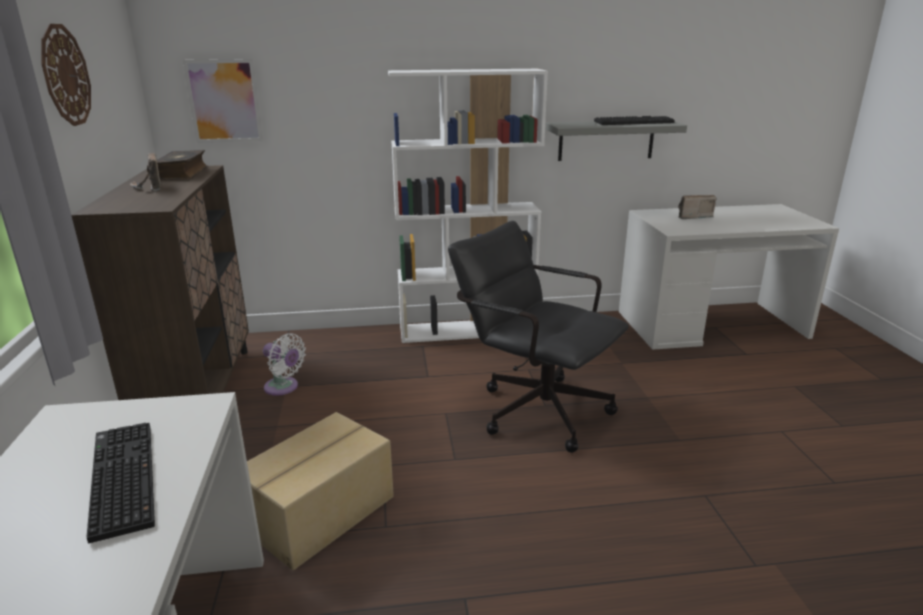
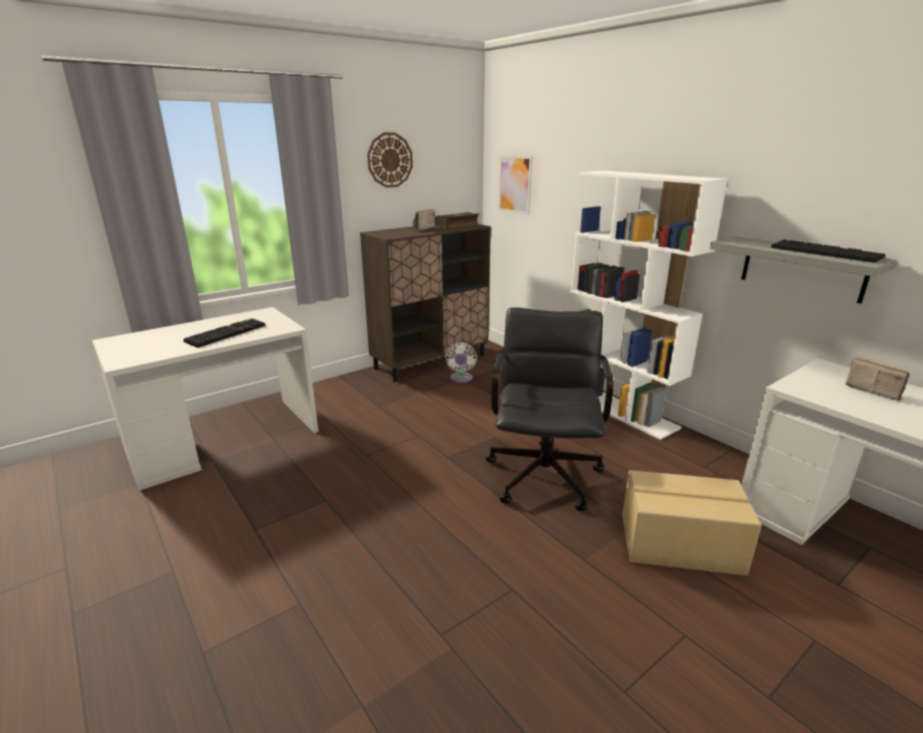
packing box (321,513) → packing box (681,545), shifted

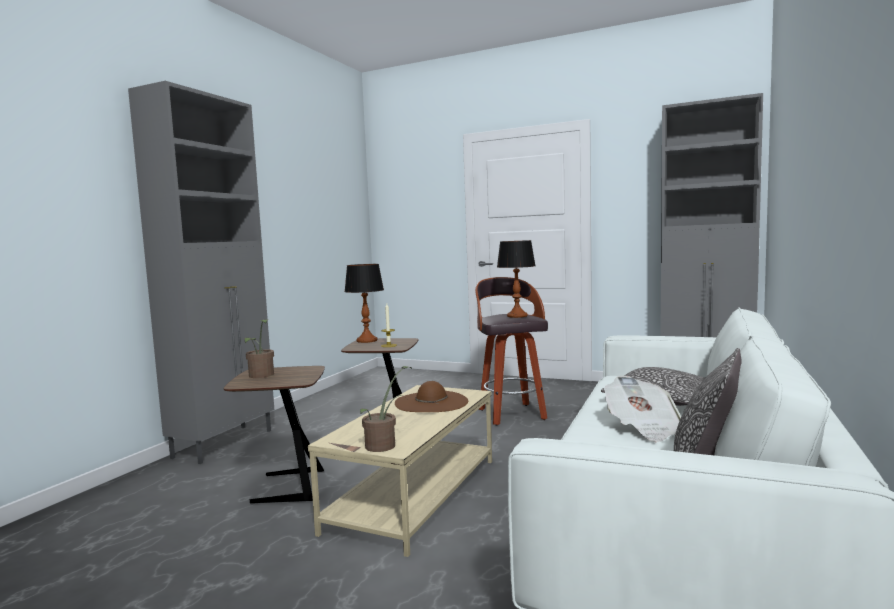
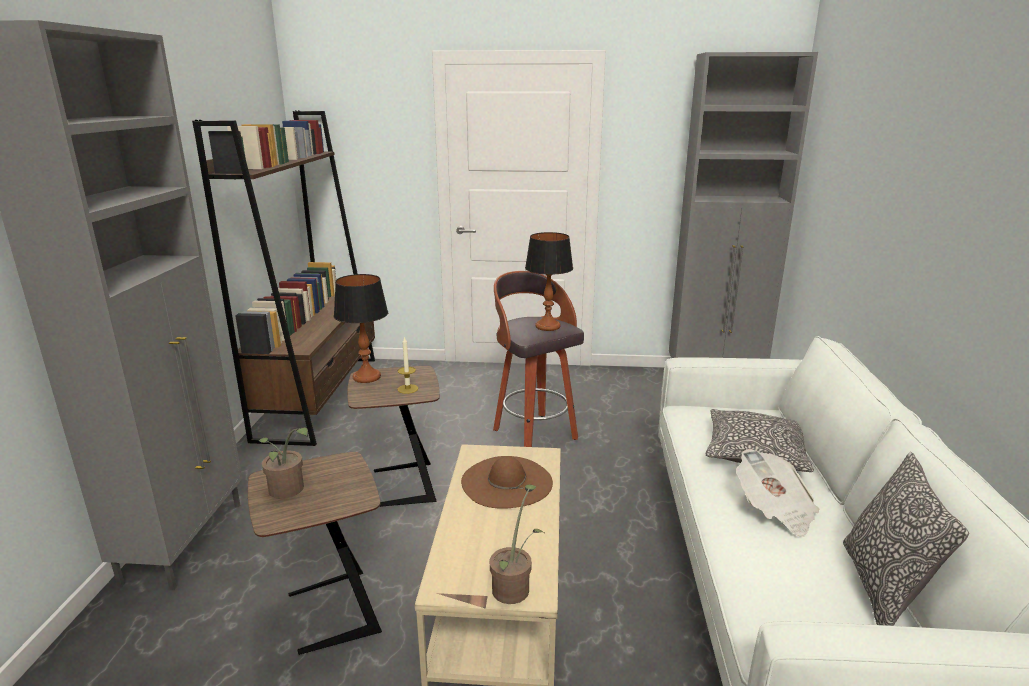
- → brown-coloured shelving unit (320,396)

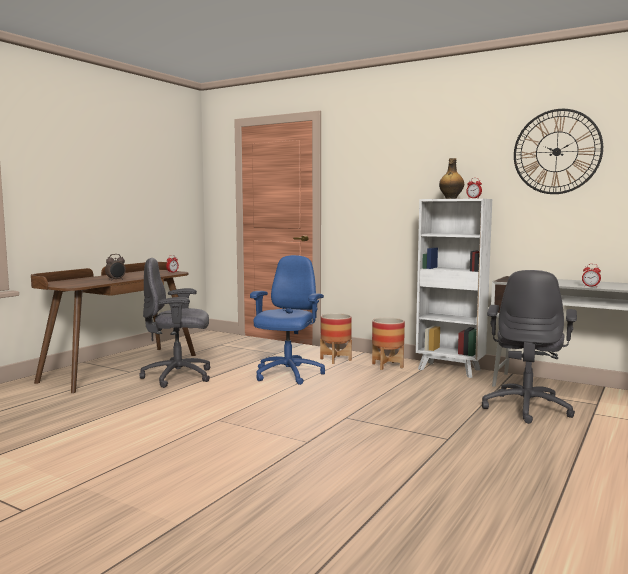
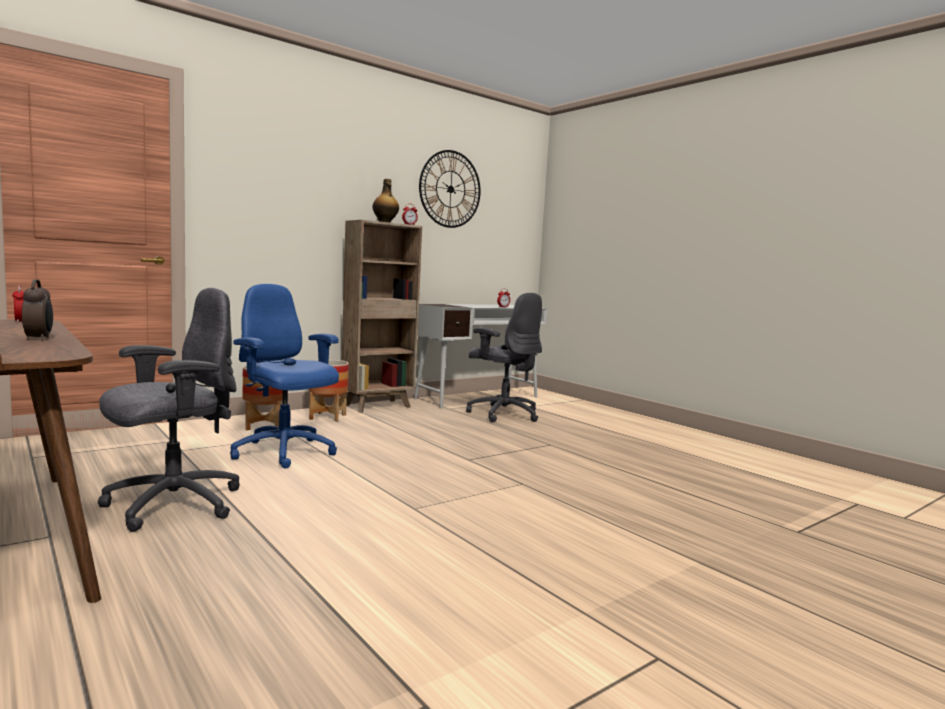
white-coloured shelving unit (450,370) → brown-coloured shelving unit (378,406)
greyish desk chair (179,377) → greyish desk chair (171,505), 150 degrees counterclockwise

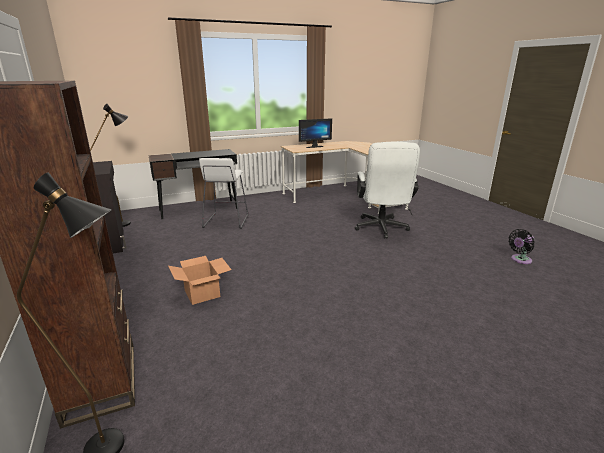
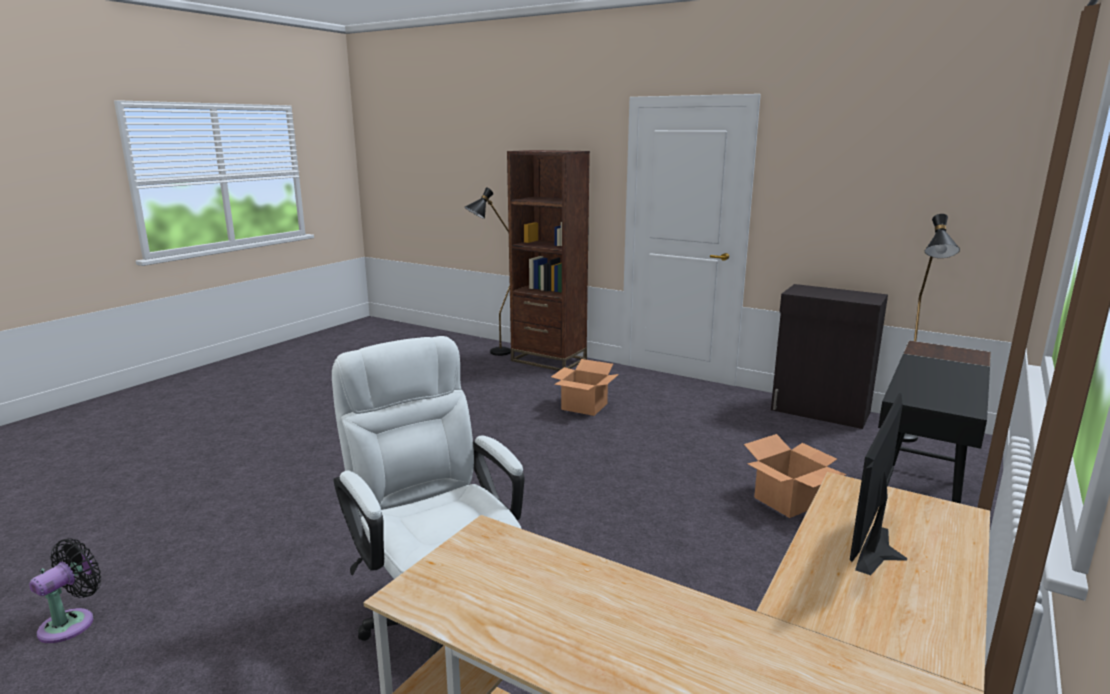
white-coloured stool (226,221) → packing box (788,500)

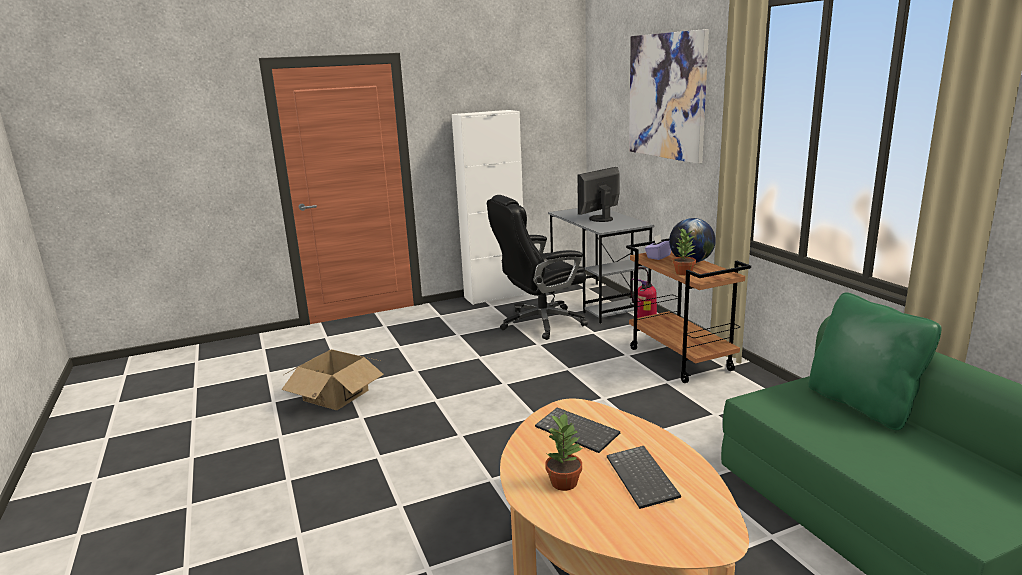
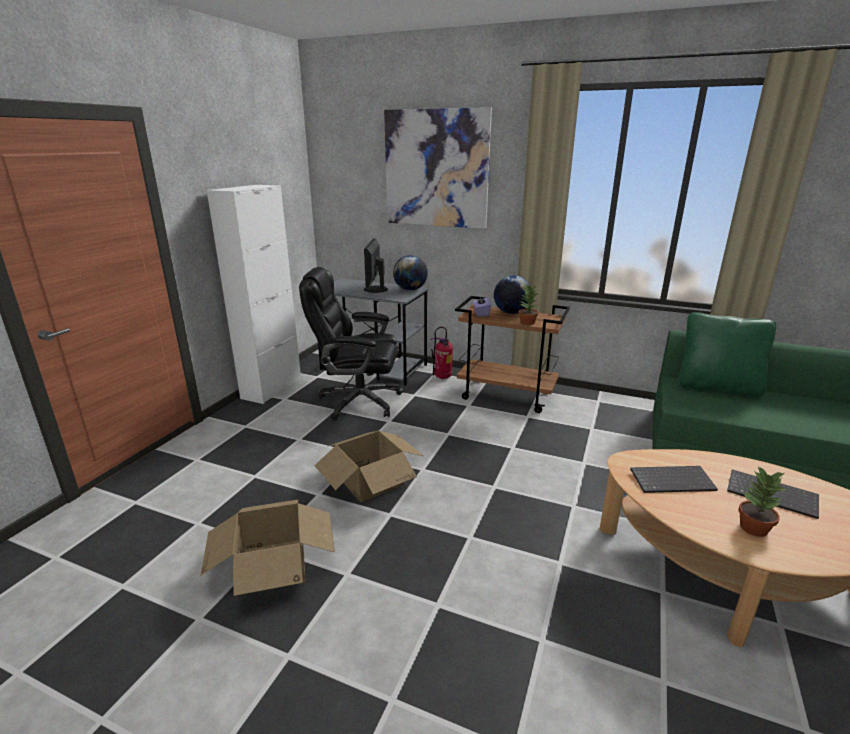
black desk chair (540,323) → black desk chair (358,401), 75 degrees clockwise
- → desk globe (410,290)
- → packing box (371,481)

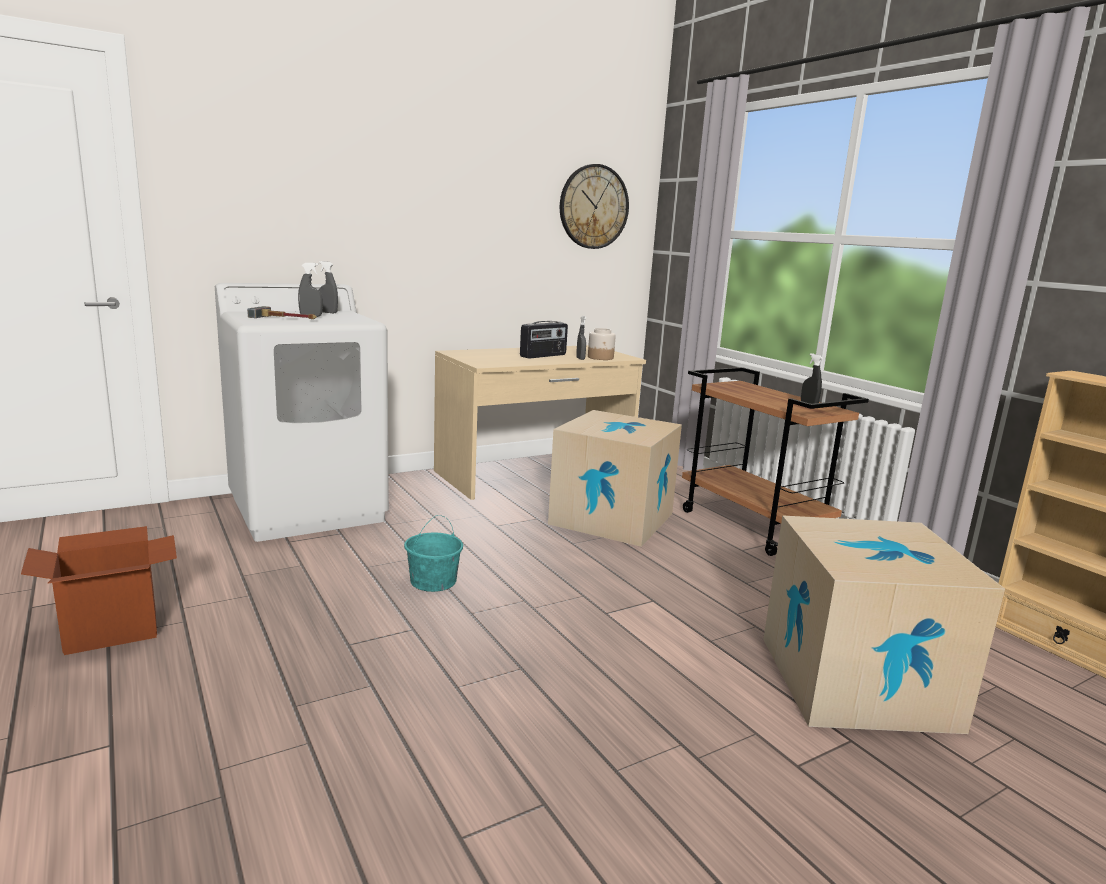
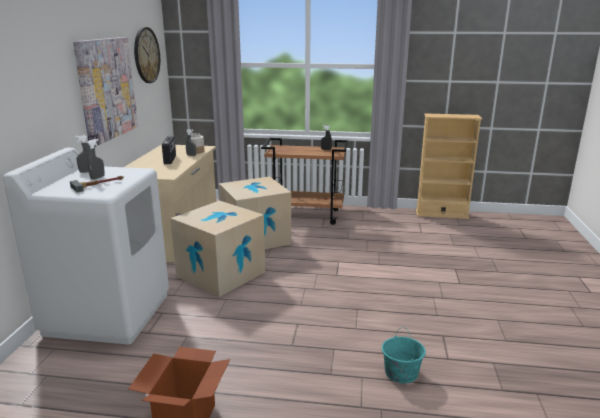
turquoise-coloured water bucket (433,581) → turquoise-coloured water bucket (401,372), shifted
packing box (856,682) → packing box (221,274), shifted
- → wall picture (106,89)

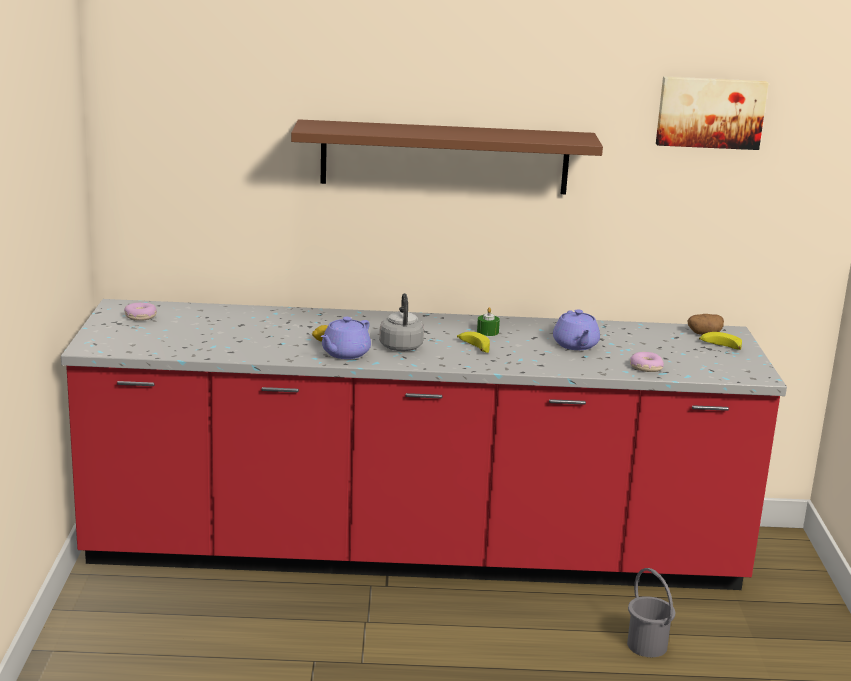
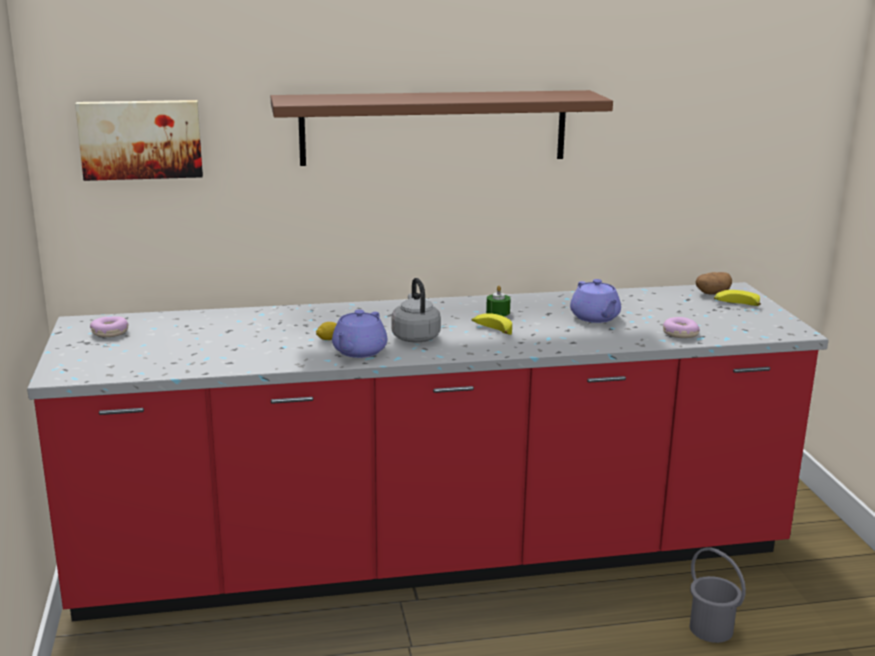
wall picture (710,112) → wall picture (141,139), shifted

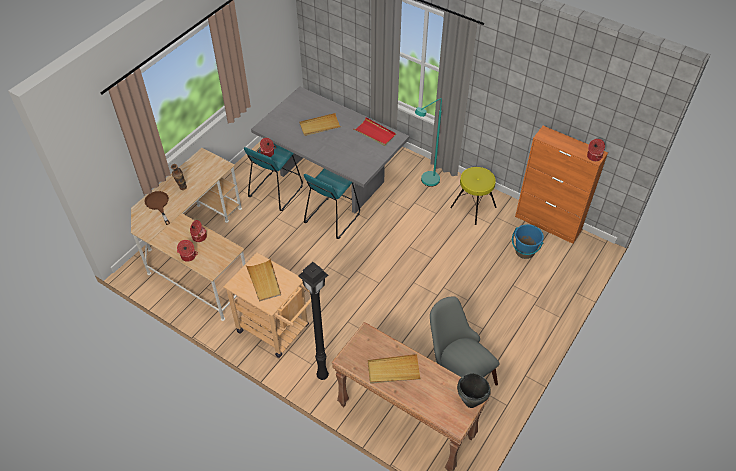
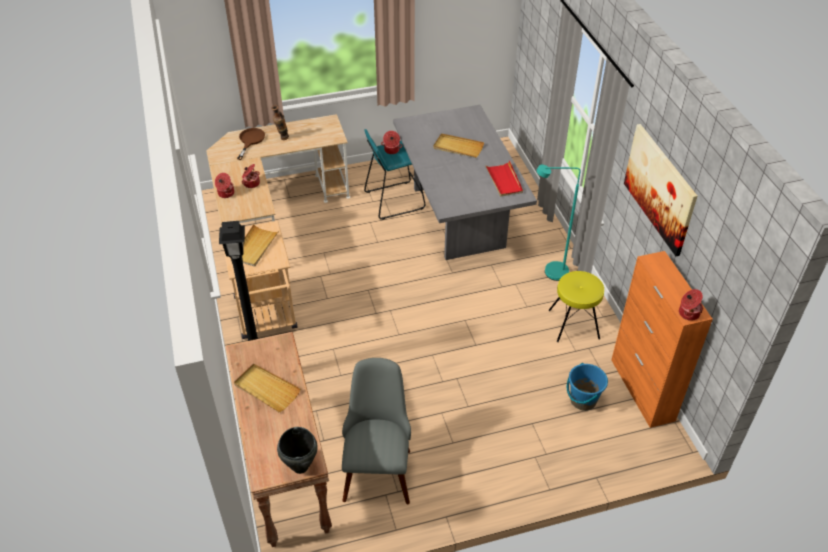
turquoise-coloured stool (332,218) → -
- → wall picture (660,188)

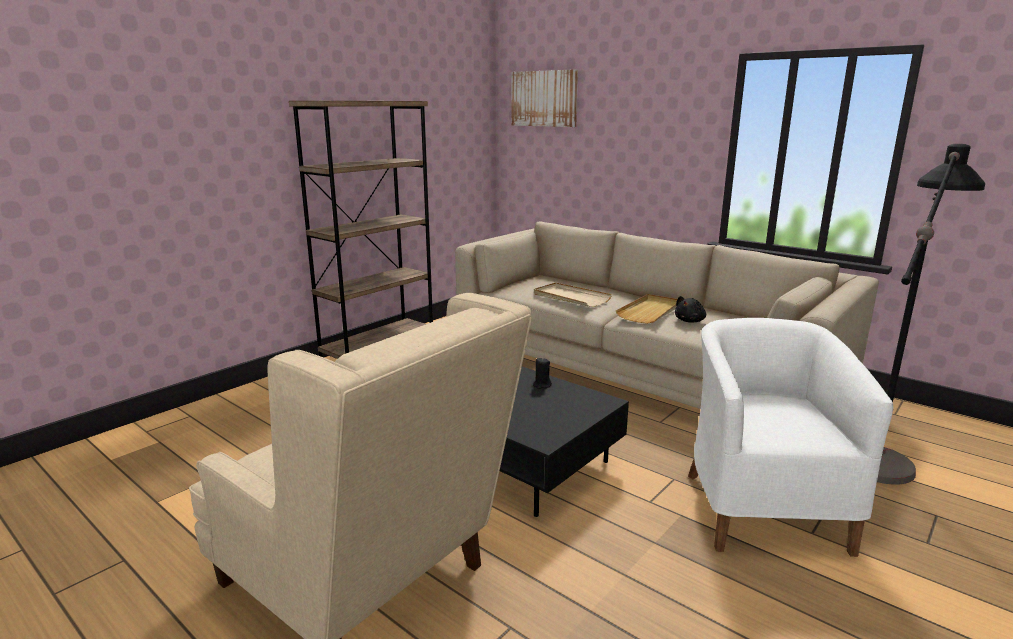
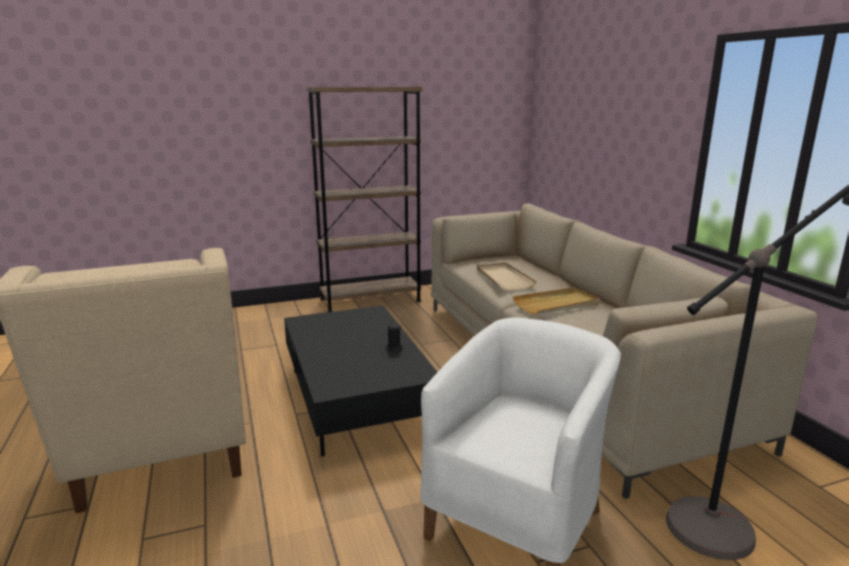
wall picture (544,98) → -
black plush toy (690,321) → -

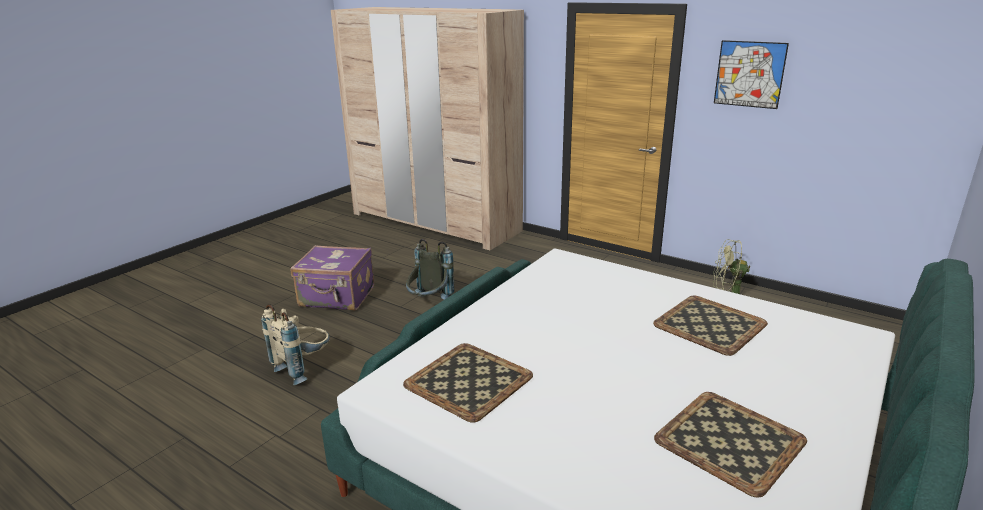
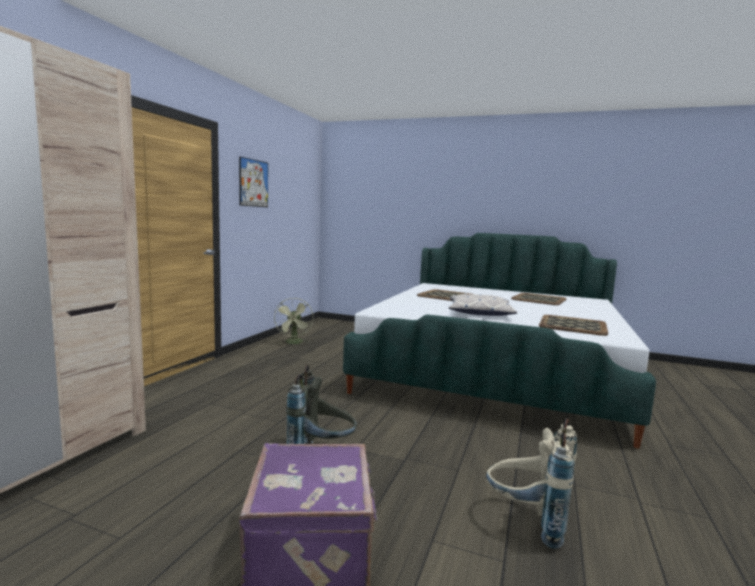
- → pillow (479,312)

